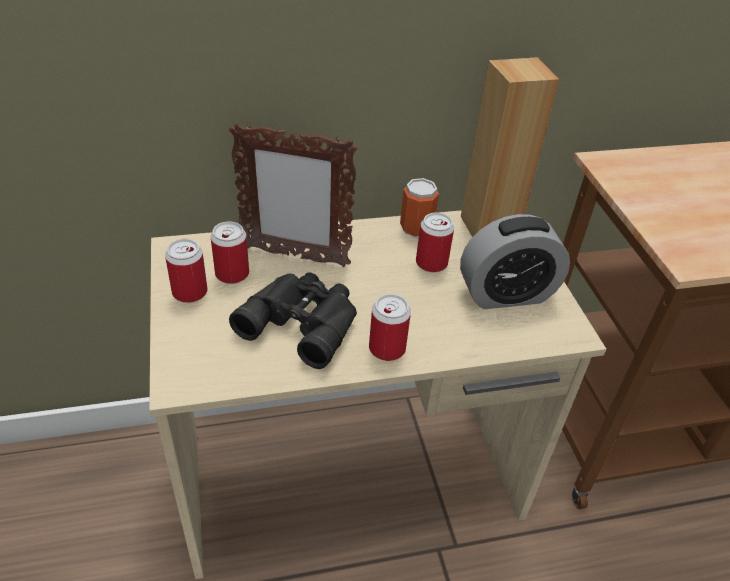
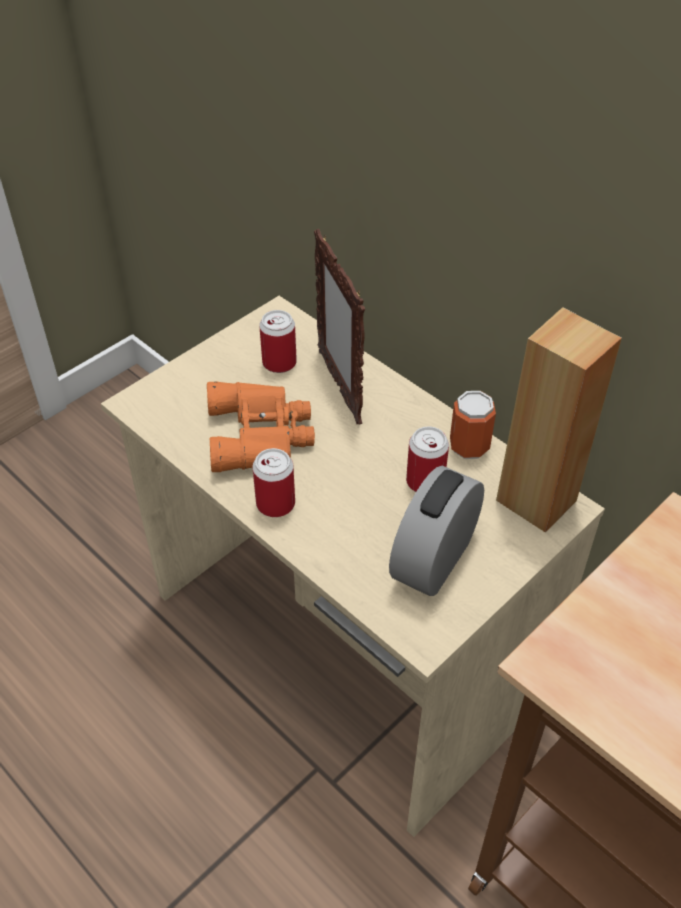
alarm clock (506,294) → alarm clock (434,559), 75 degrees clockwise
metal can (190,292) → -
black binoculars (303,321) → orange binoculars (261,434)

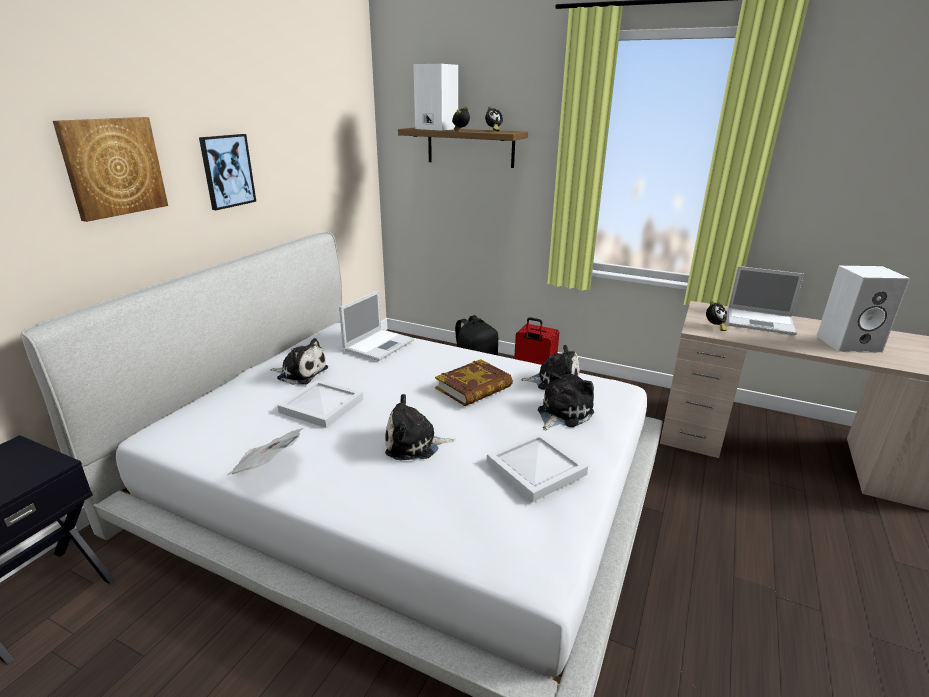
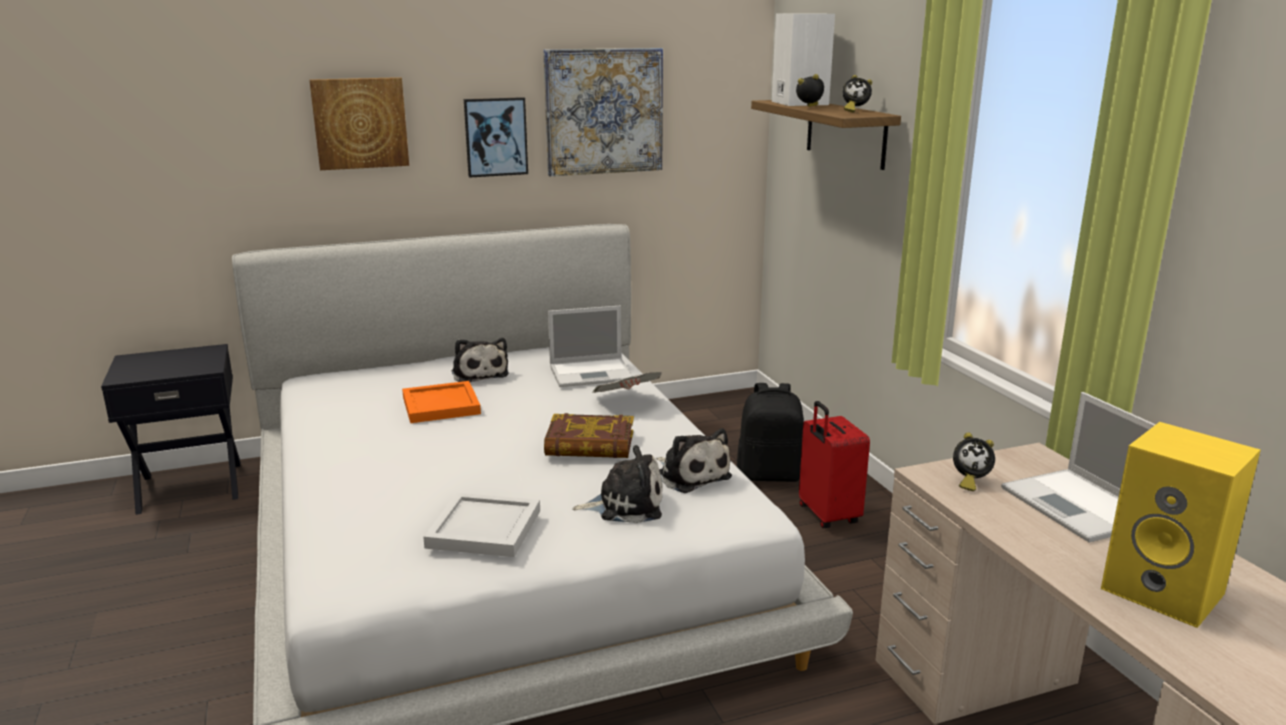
white-coloured audio speaker (849,343) → yellow audio speaker (1166,591)
white-coloured tray (322,406) → orange tray (440,406)
plush toy (415,444) → -
printed paper (268,468) → printed paper (626,401), shifted
- → wall picture (604,111)

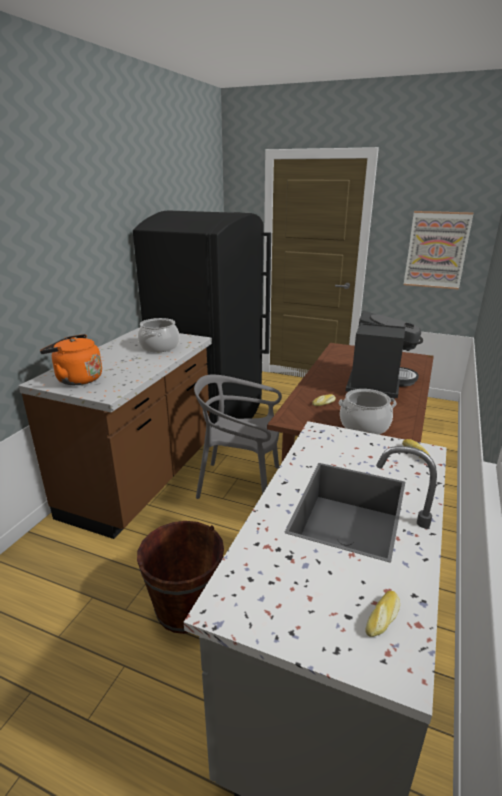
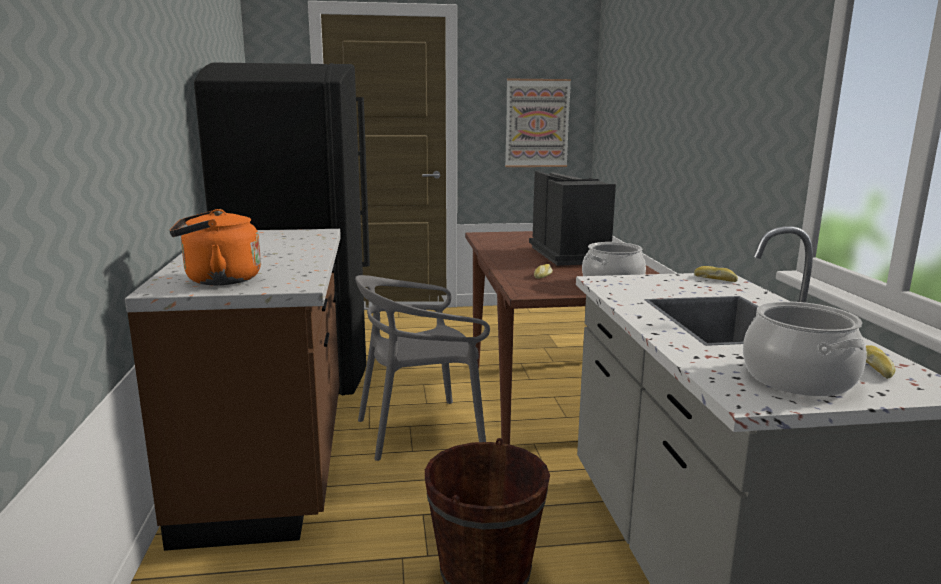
cooking pot (160,347) → cooking pot (799,378), shifted

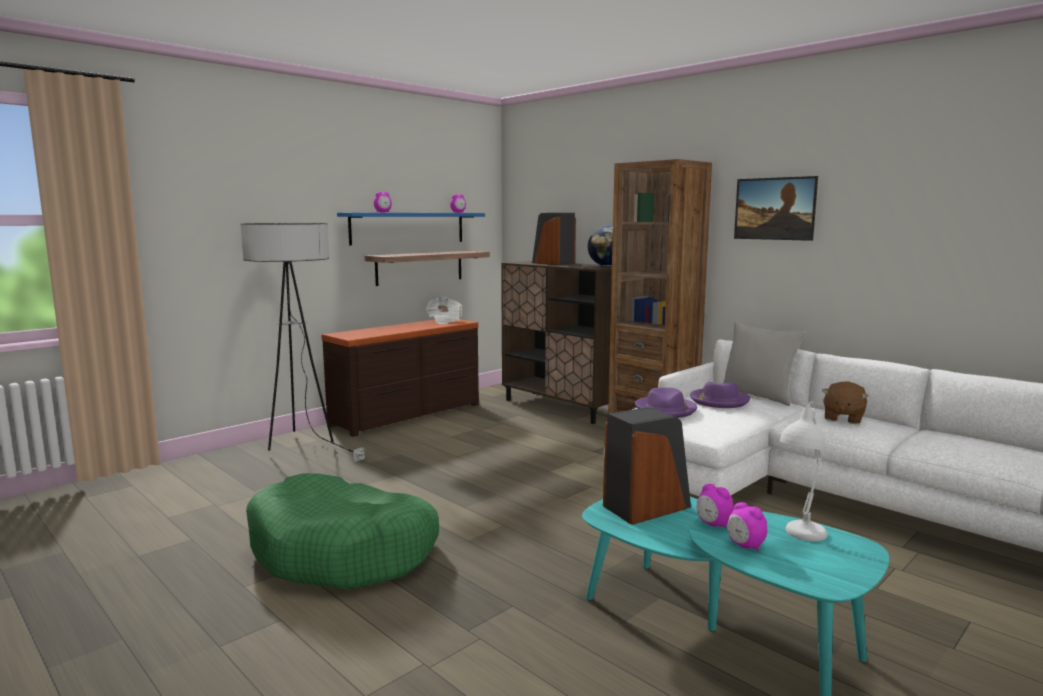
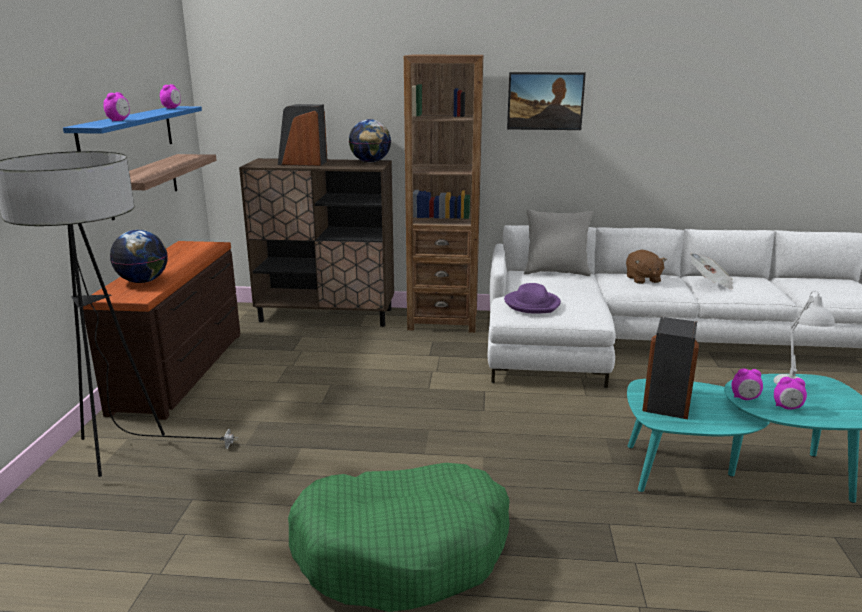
printed paper (444,321) → printed paper (711,283), shifted
purplish clothing hat (719,401) → -
- → desk globe (143,281)

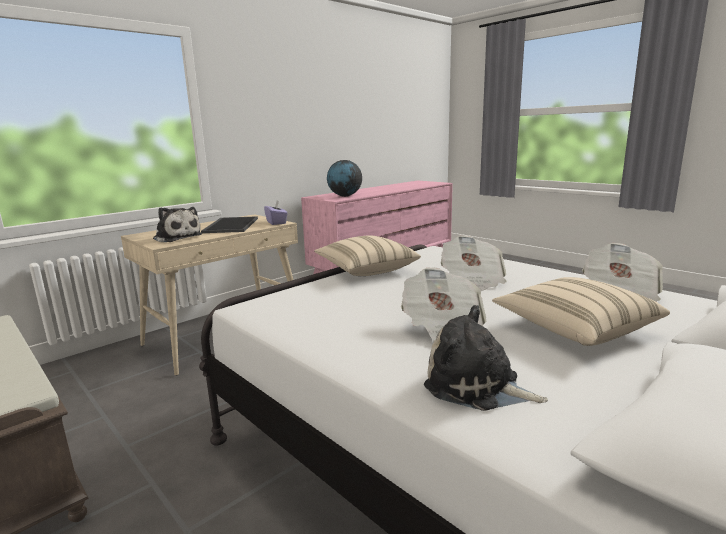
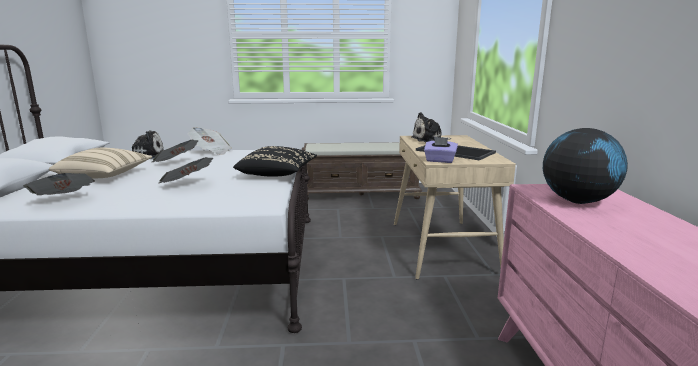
beige-coloured pillow (366,269) → black pillow (277,174)
- → printed paper (211,152)

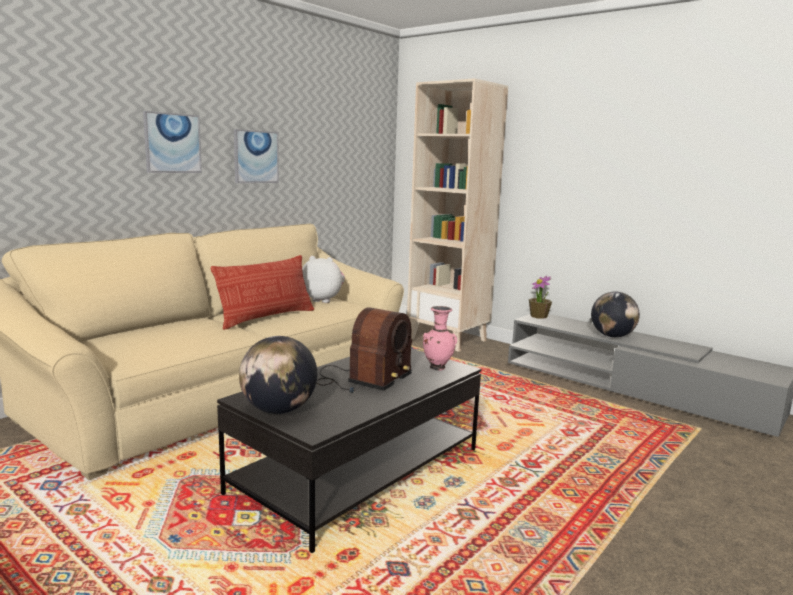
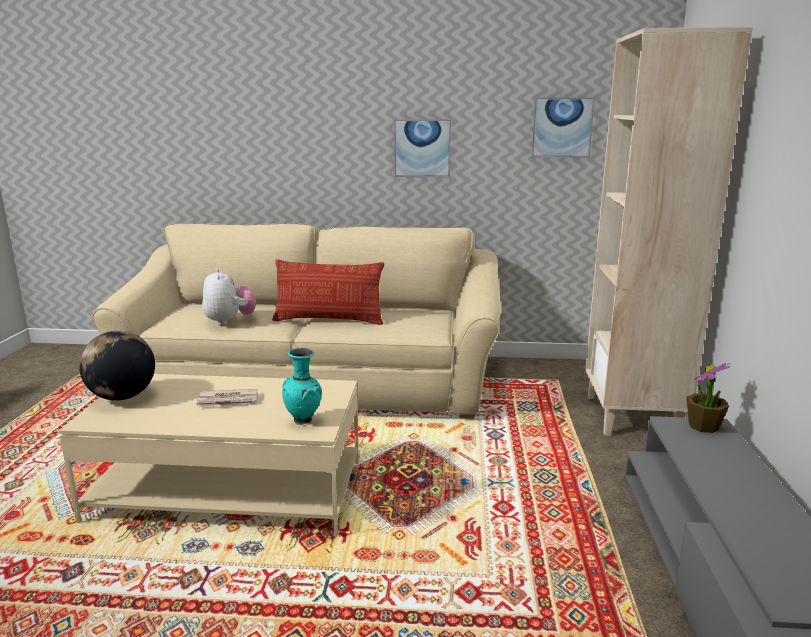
wall picture (172,143) → wall picture (562,127), shifted
plush toy (323,300) → plush toy (230,321), shifted
desk globe (612,336) → -
pink-coloured decorative vase (438,368) → turquoise-coloured decorative vase (304,421)
radio set (362,379) → printed paper (228,401)
black low table (358,470) → beige-coloured low table (229,491)

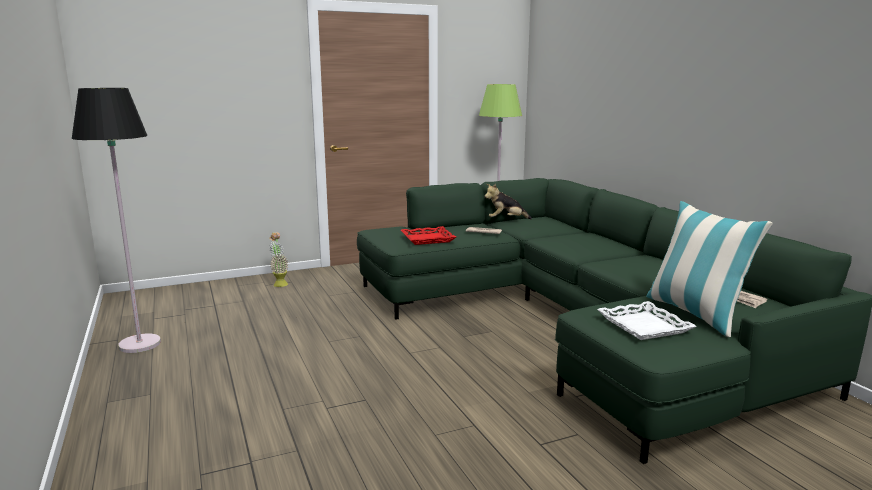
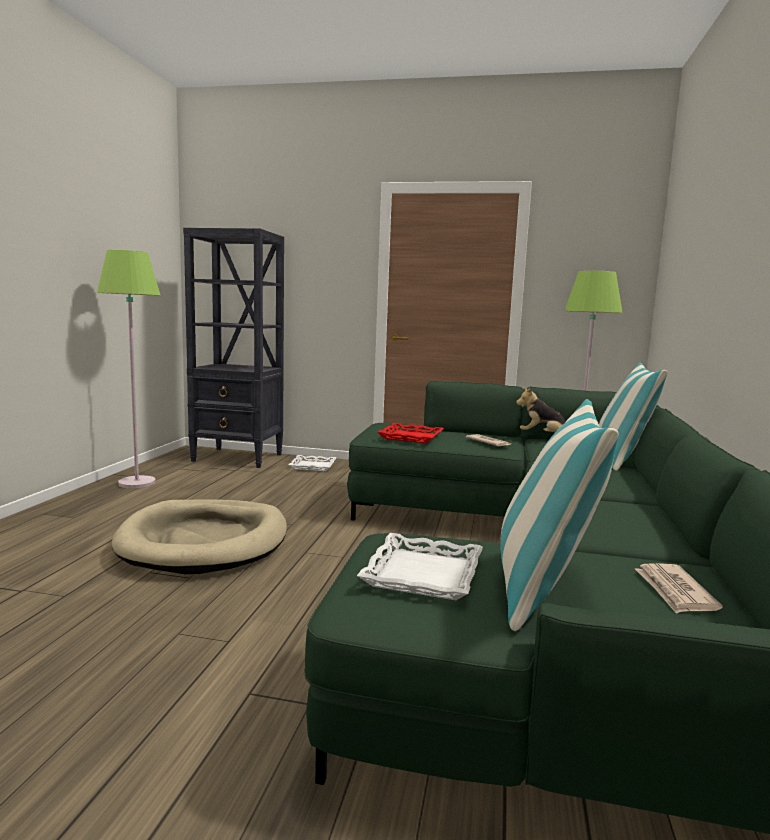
black standard lamp (140,344) → green-coloured standard lamp (137,483)
houseplant (279,283) → white-coloured tray (313,466)
- → black shelving unit (238,458)
- → pillow (621,459)
- → beige-coloured dog cushion (205,541)

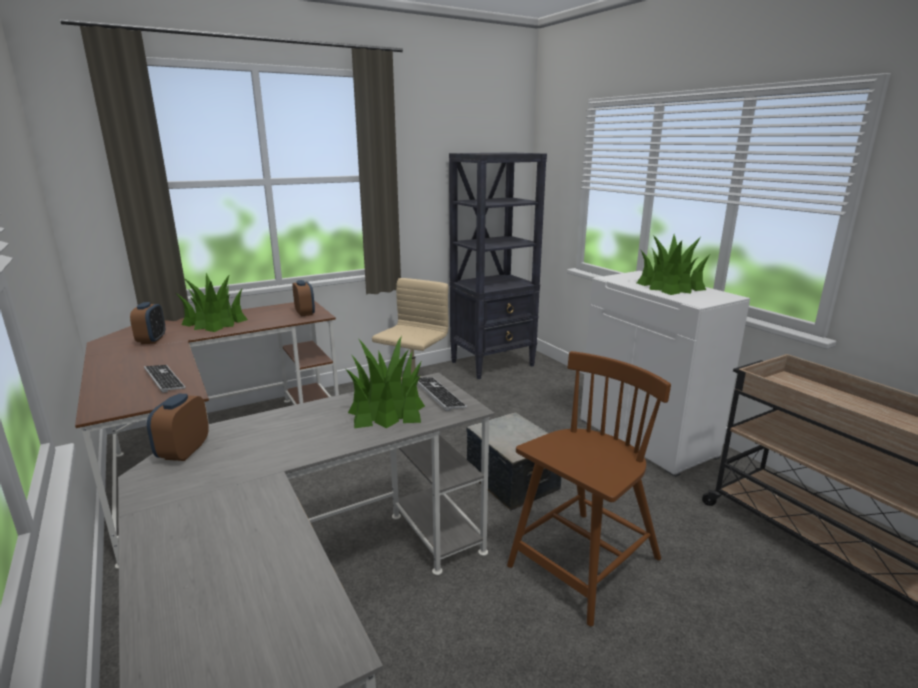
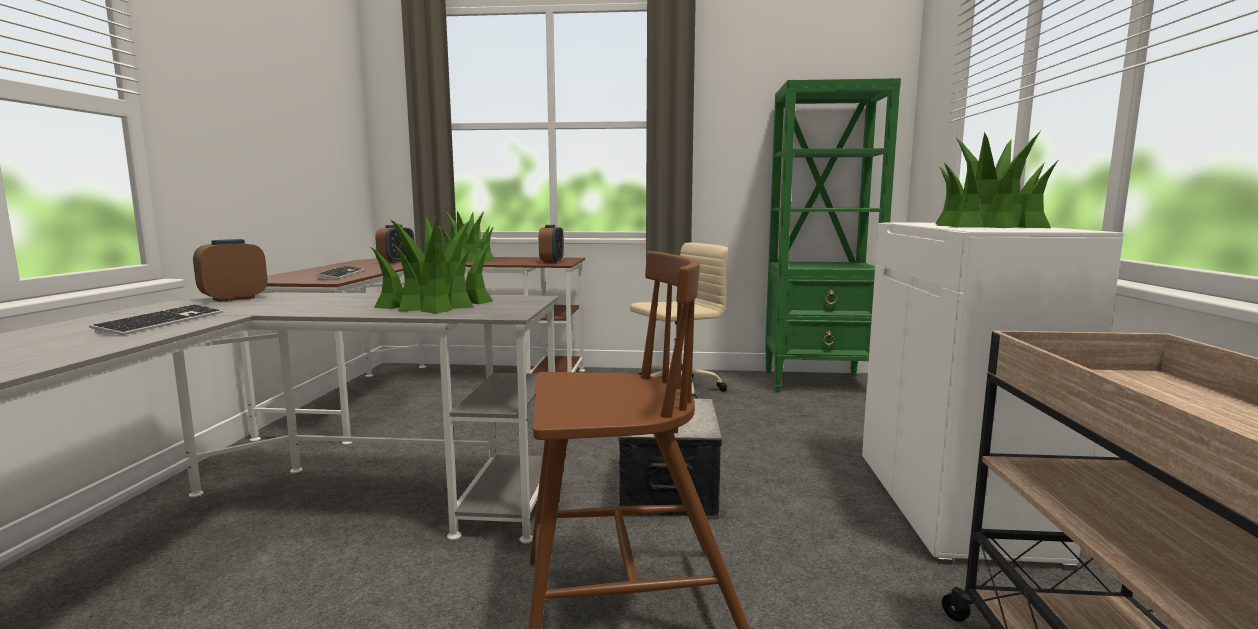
black shelving unit (493,363) → green-coloured shelving unit (818,383)
keyboard (439,394) → keyboard (162,322), shifted

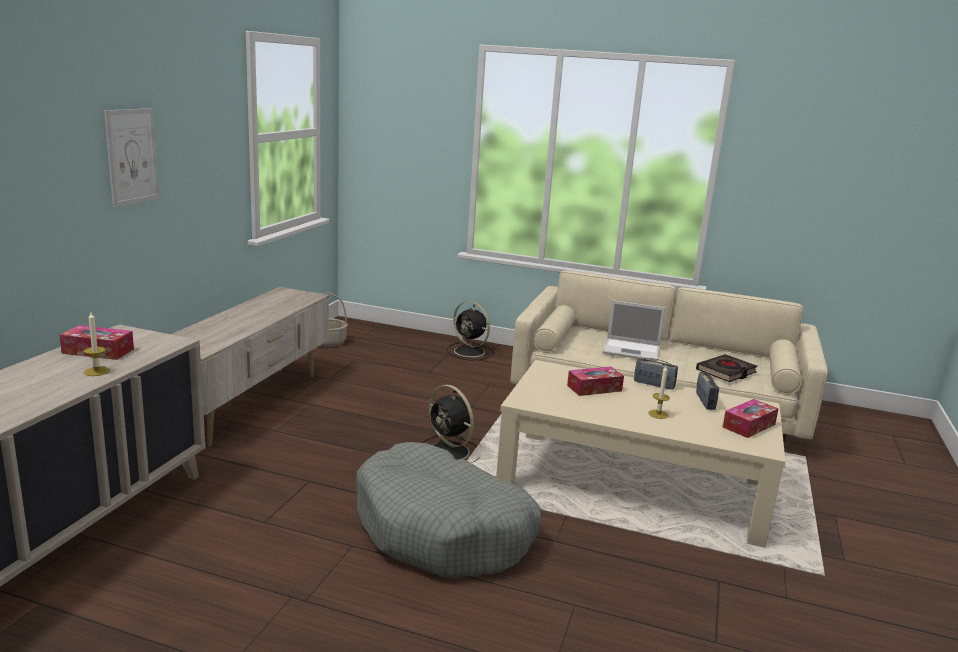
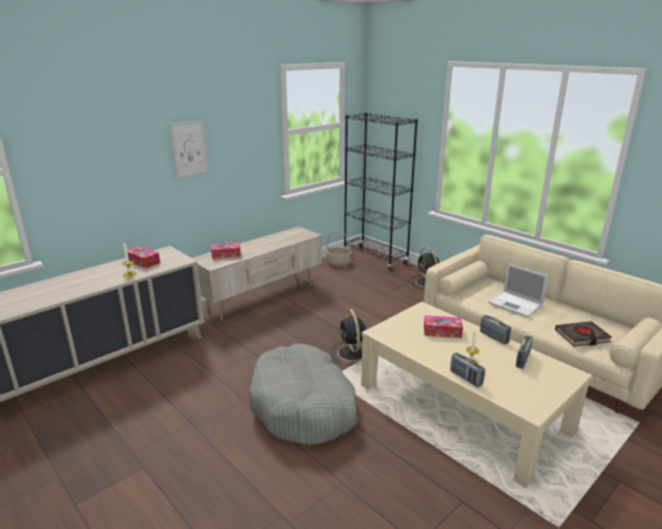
tissue holder (749,426) → tissue holder (226,254), shifted
- → black shelving unit (375,258)
- → radio set (465,378)

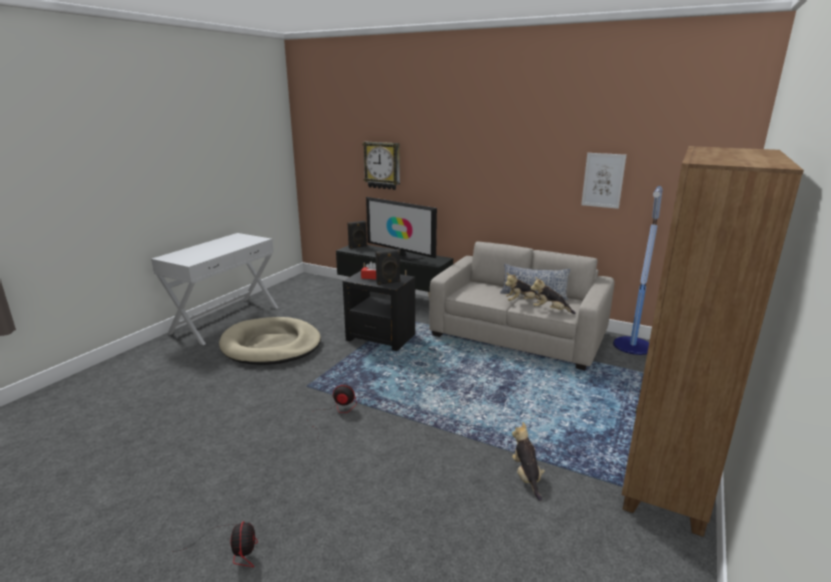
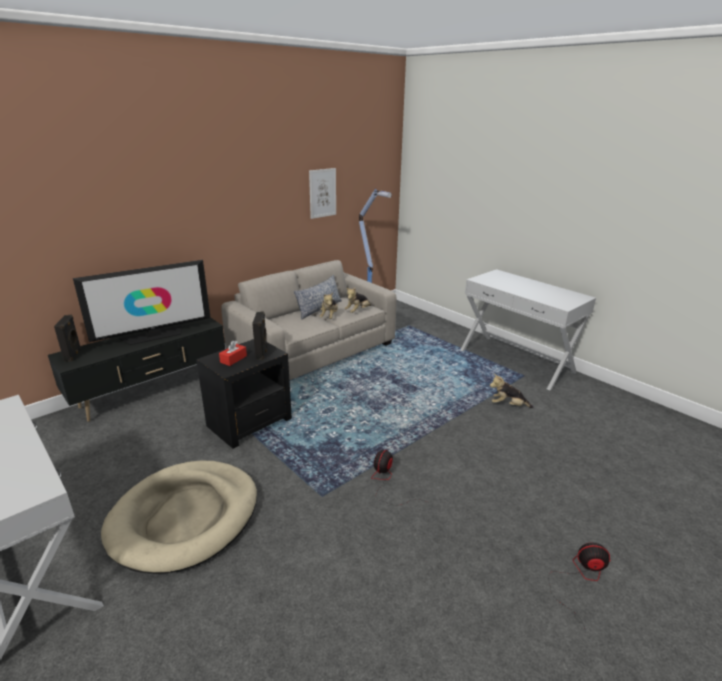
wall clock (382,165) → -
brown-coloured shelving unit (665,476) → white-coloured narrow table (516,361)

